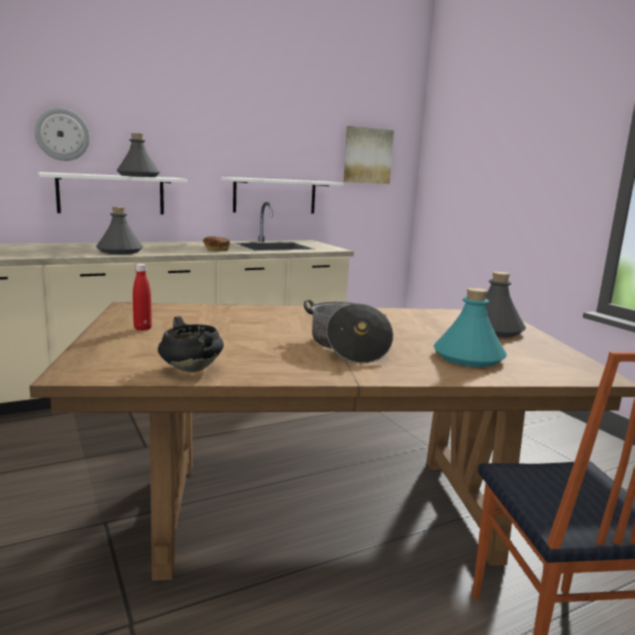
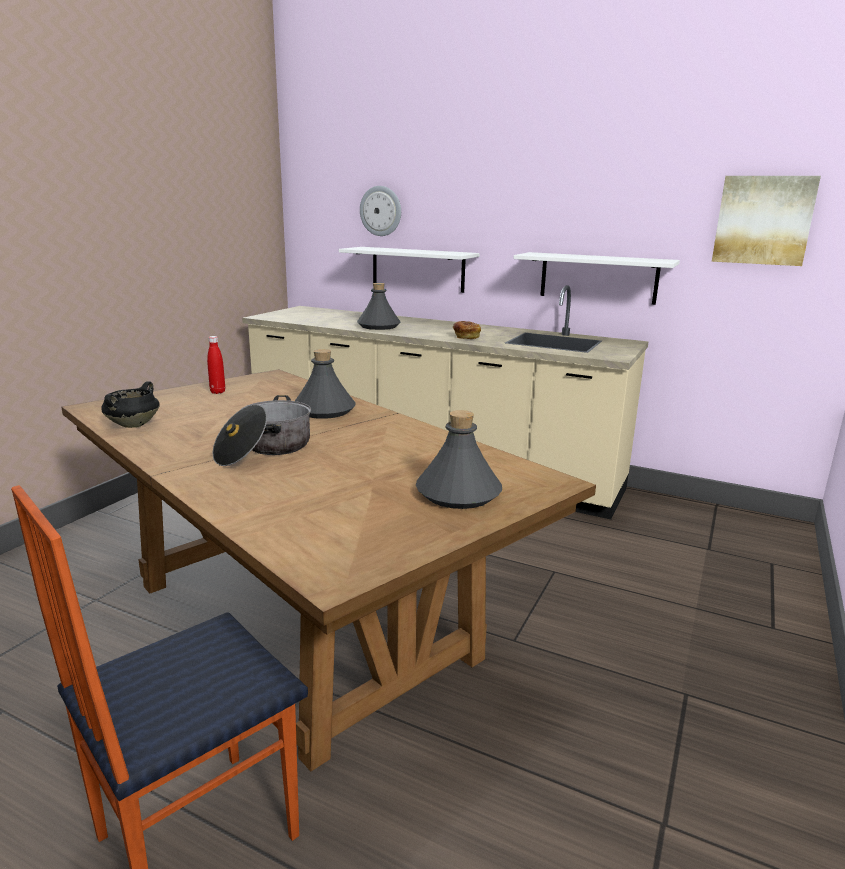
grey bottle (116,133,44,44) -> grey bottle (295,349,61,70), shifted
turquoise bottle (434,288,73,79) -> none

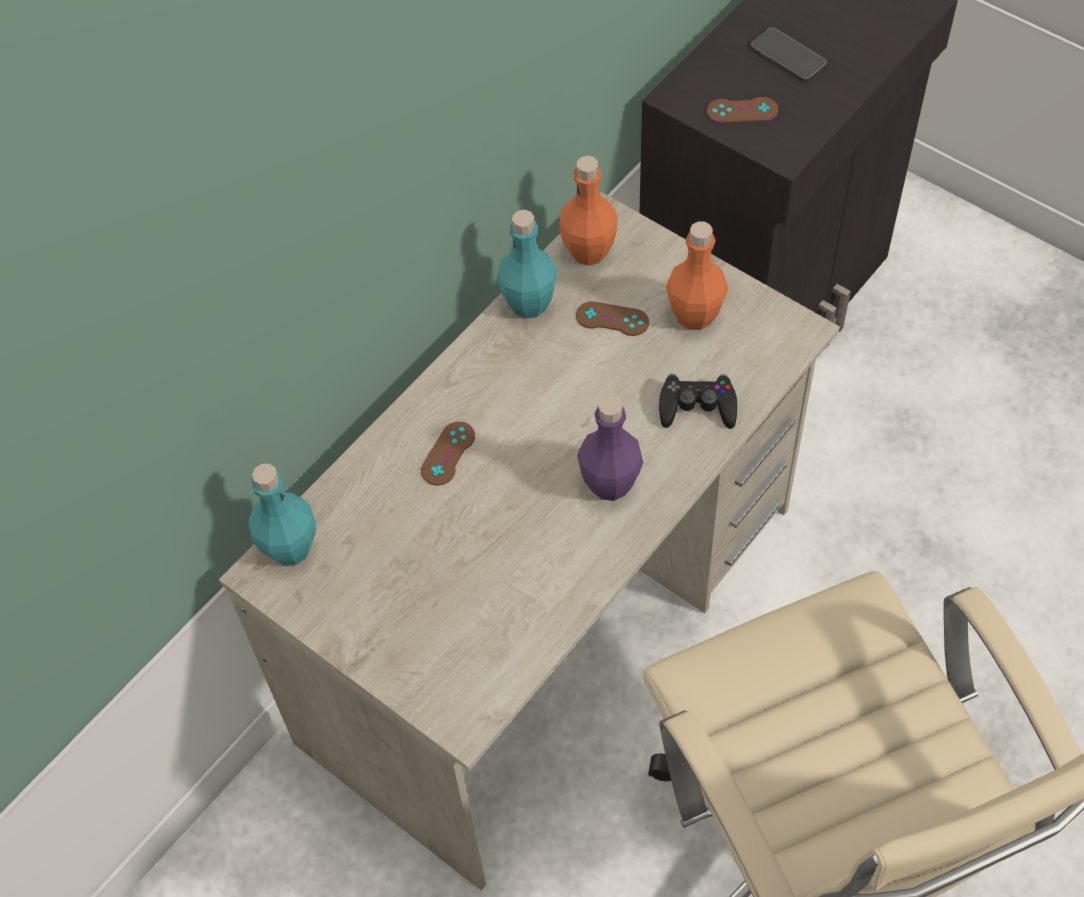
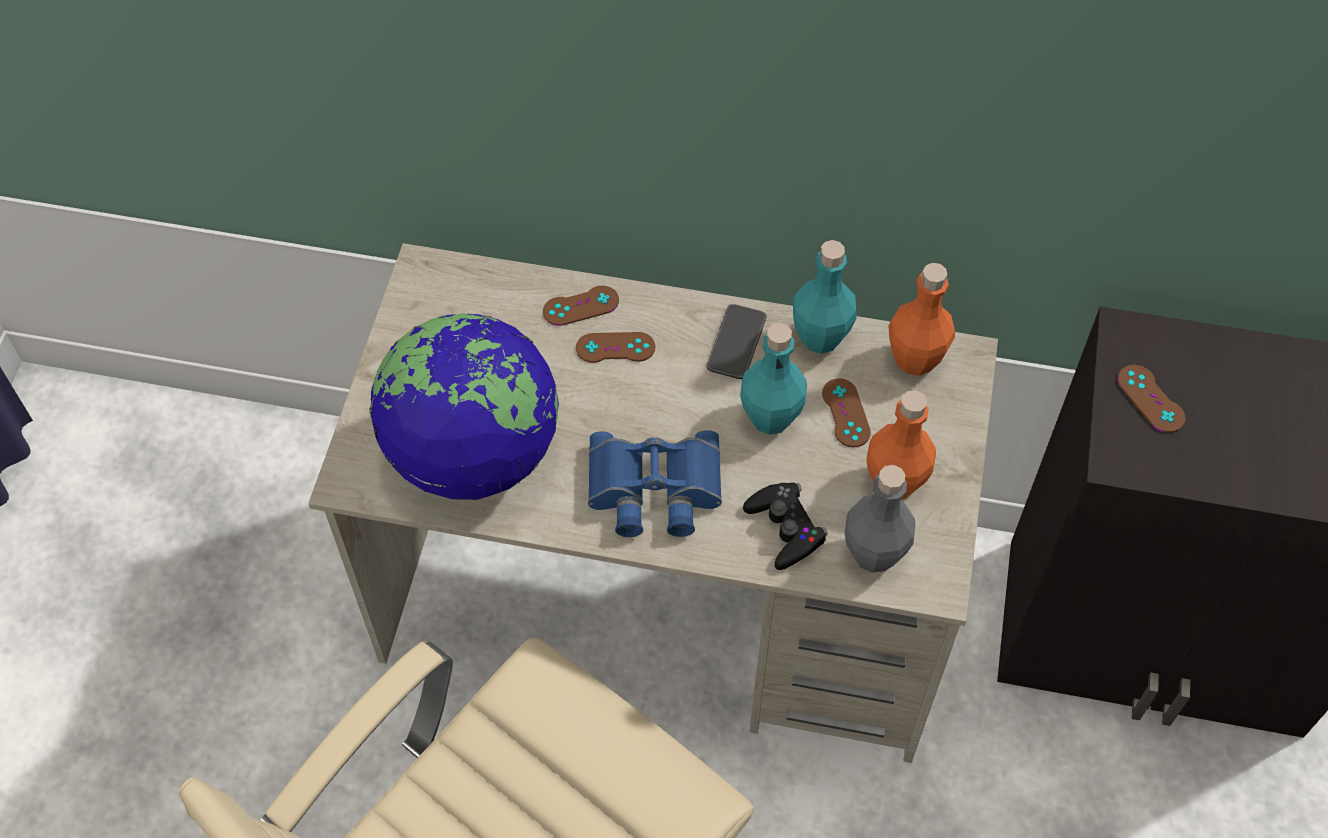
turquoise bottle (248,464,68,102) -> turquoise bottle (740,323,67,112), shifted
purple bottle (577,396,66,105) -> blue binoculars (588,430,134,107)
phone (750,27,77,54) -> phone (707,304,60,75), shifted
none -> globe (369,314,190,186)
none -> brown game controller (543,285,76,41)
none -> grey bottle (845,465,70,108)

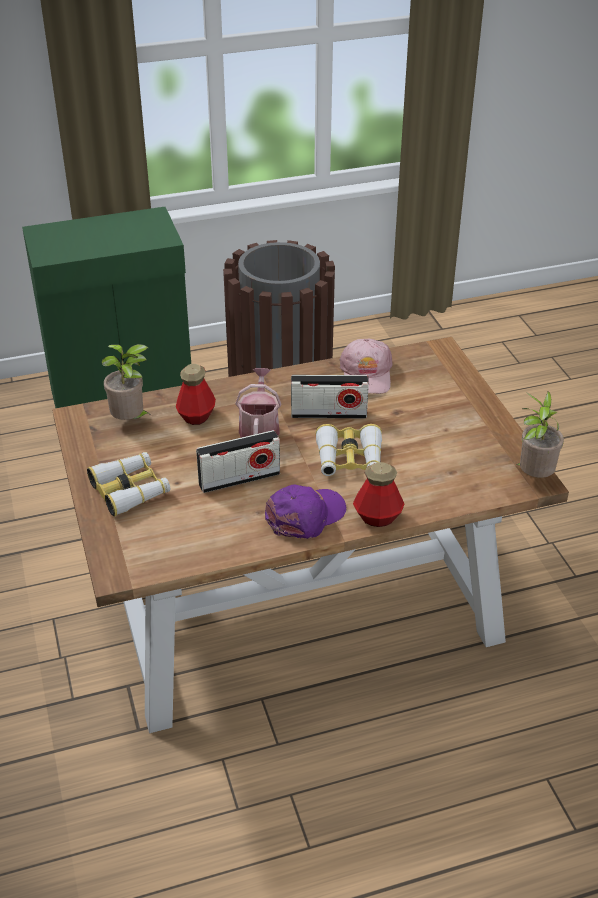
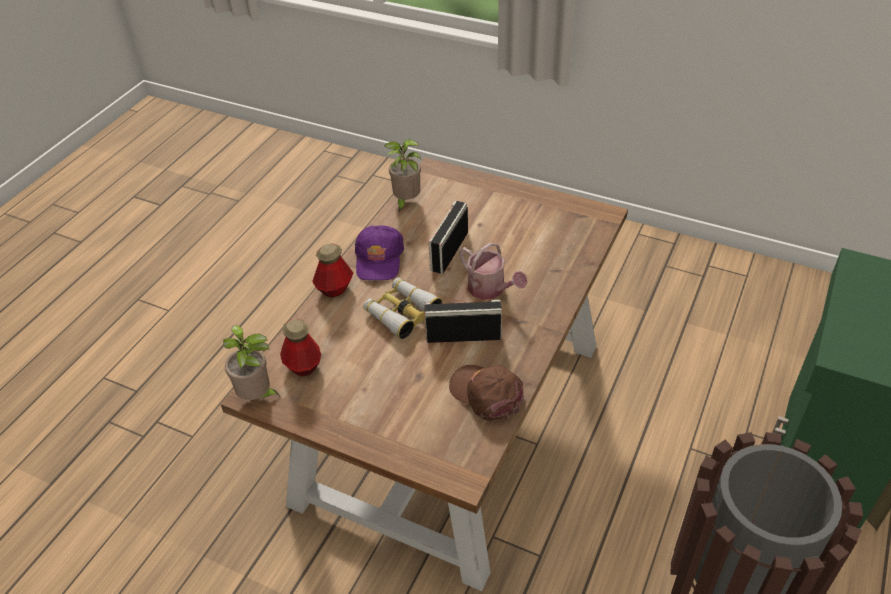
binoculars (87,452,84,65) -> none
potted plant (102,344,50,76) -> potted plant (384,139,37,74), shifted
bottle (176,364,40,61) -> bottle (280,318,41,58), shifted
radio (291,375,78,43) -> radio (424,300,78,43), 45 degrees clockwise
pink cap (339,339,54,55) -> brown cap (449,365,75,56)

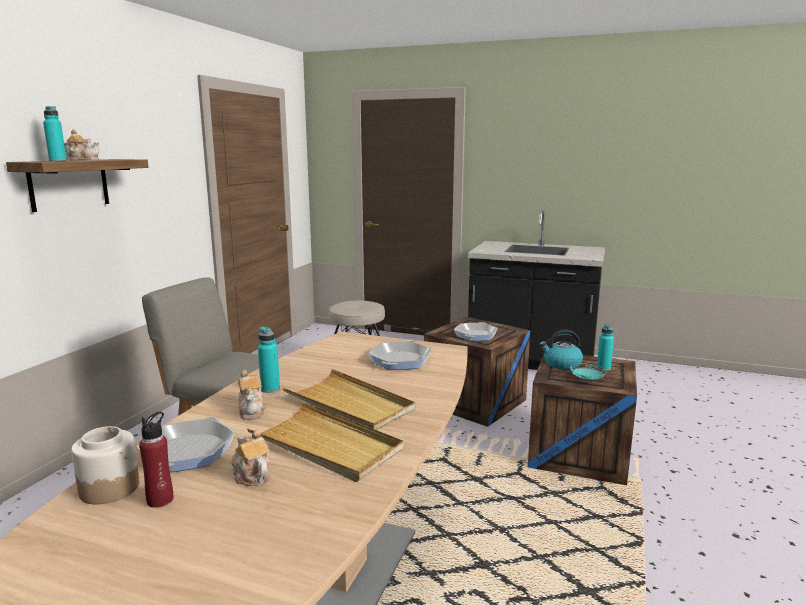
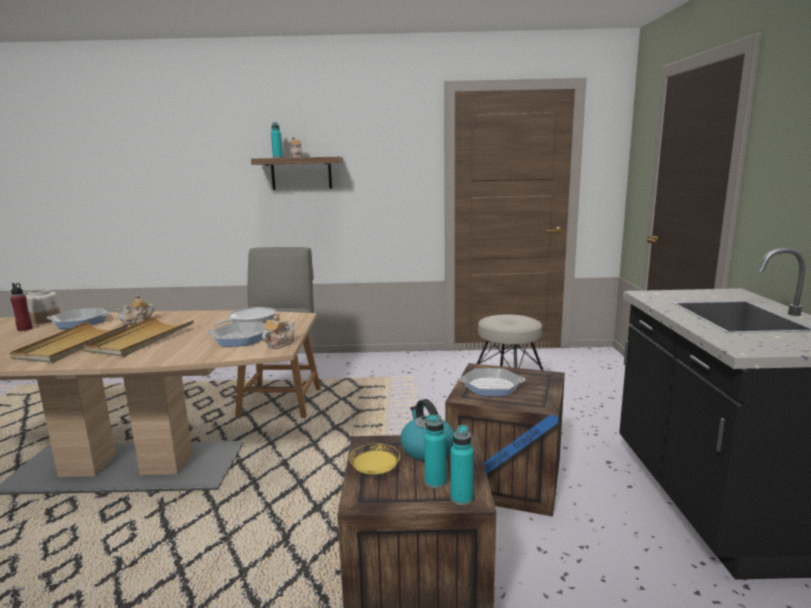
teapot (231,430,39,56) -> teapot (262,315,33,34), shifted
turquoise bottle (258,327,22,66) -> turquoise bottle (450,425,24,80), shifted
turquoise plate (570,363,37,18) -> yellow plate (349,443,51,31)
none -> frying pan (212,307,64,19)

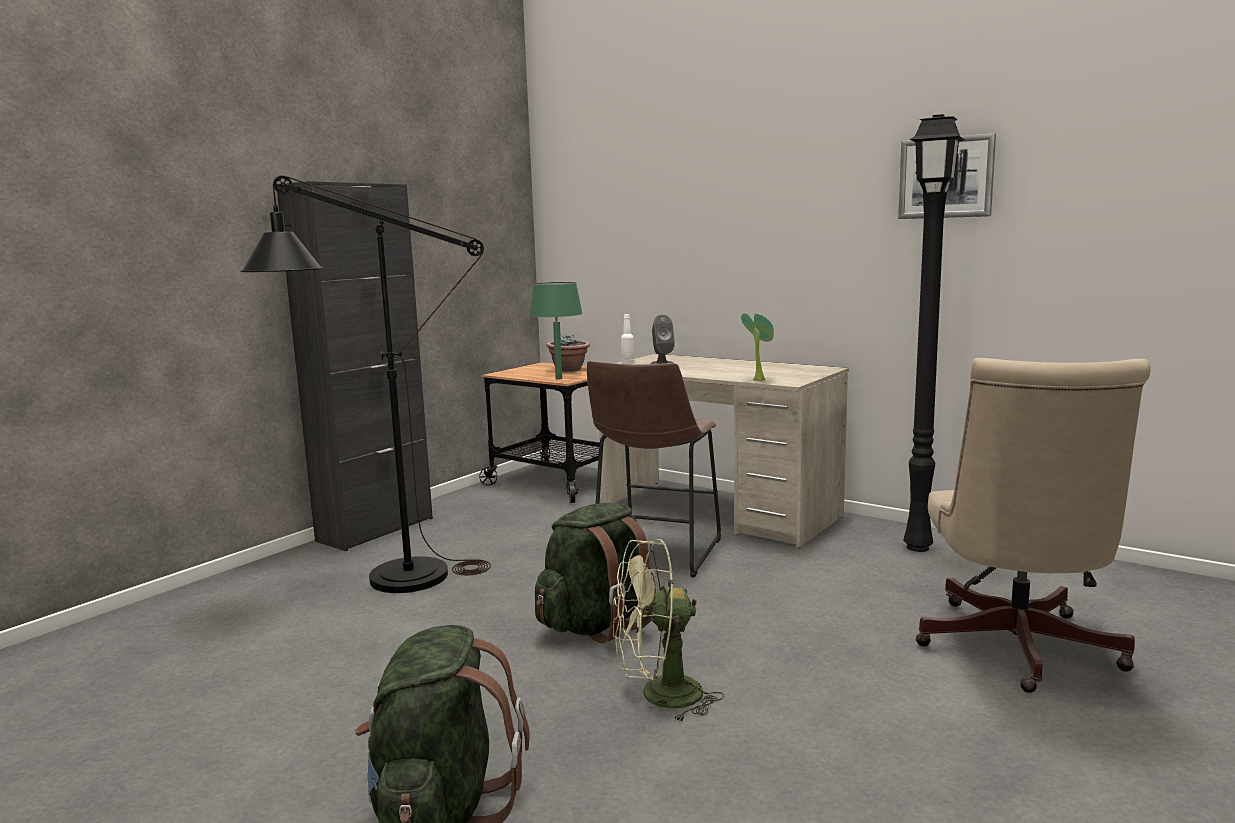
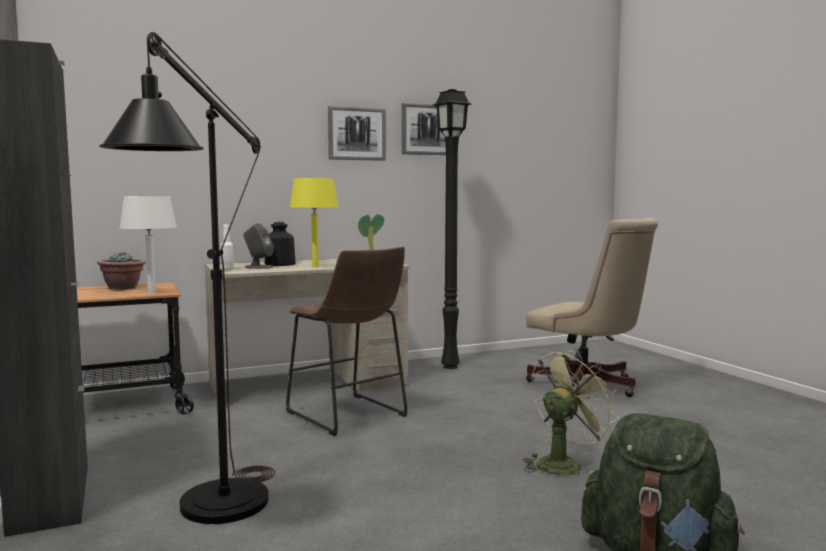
green table lamp (530,282,53,97) -> white table lamp (119,196,58,98)
green backpack (535,503,122,140) -> none
green fan (613,539,111,184) -> green fan (523,348,96,127), 150 degrees counterclockwise
none -> bottle (265,222,31,44)
none -> yellow table lamp (290,178,49,89)
none -> picture (328,106,58,55)

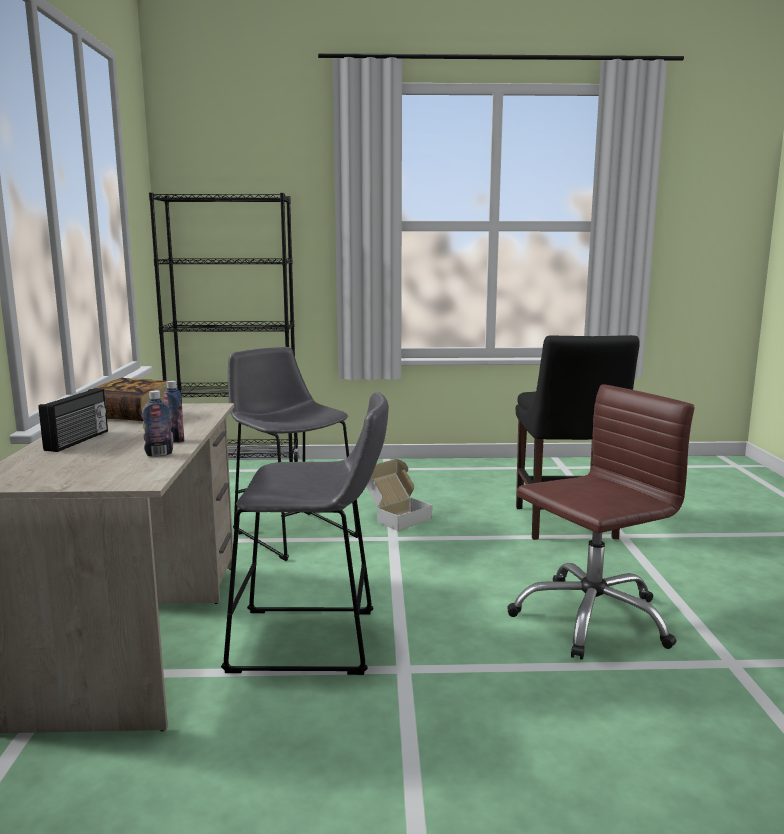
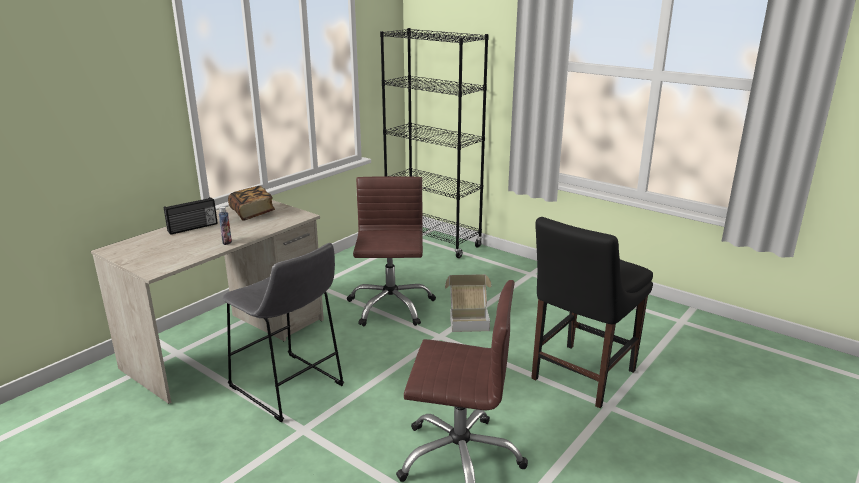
bottle (142,390,31,67) -> none
grey stool (228,347,130,214) -> brown office chair (347,176,89,150)

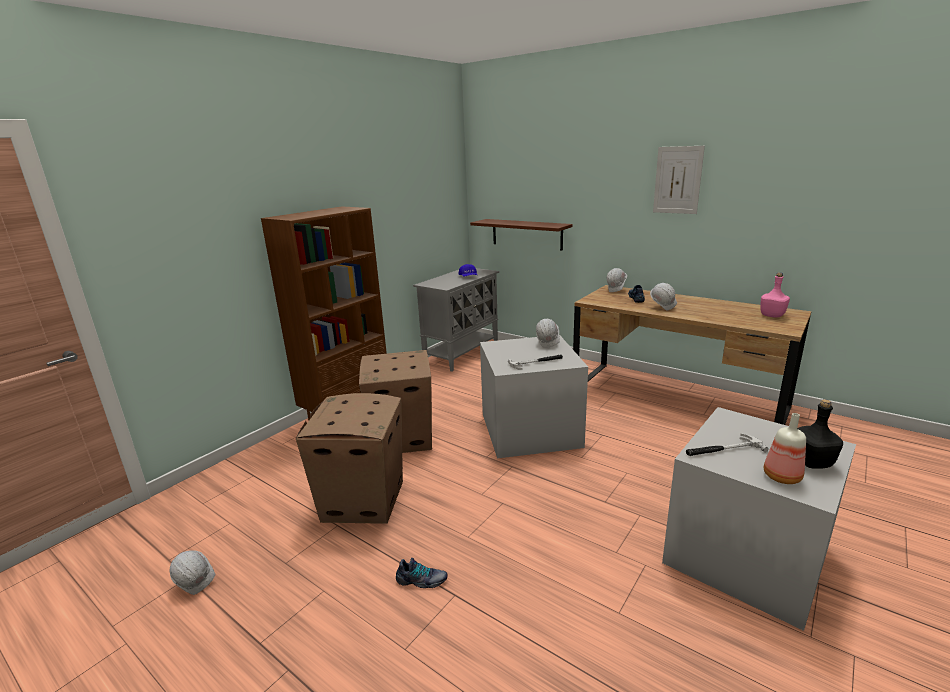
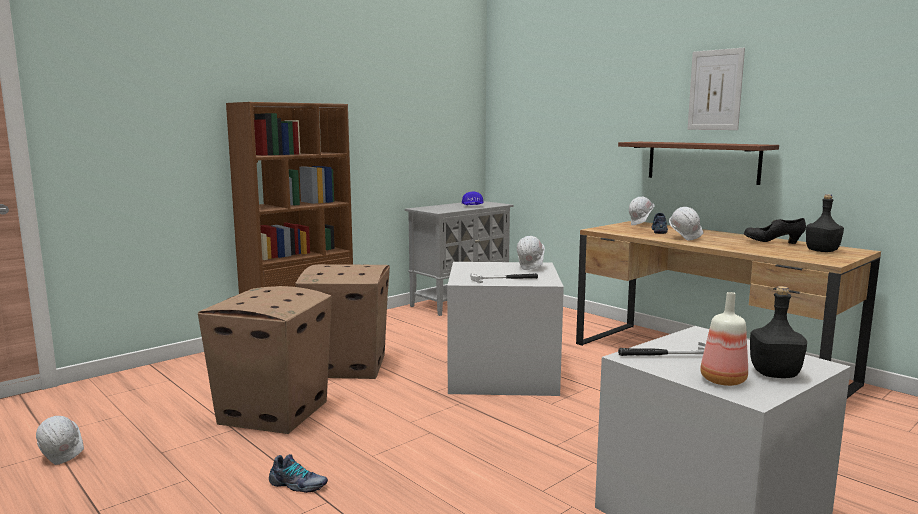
brown shelf (470,219,102,32) -> brown shelf (618,142,161,43), shifted
pink bottle (760,273,30,45) -> black bottle (806,194,38,58)
none -> black shoe (744,218,62,26)

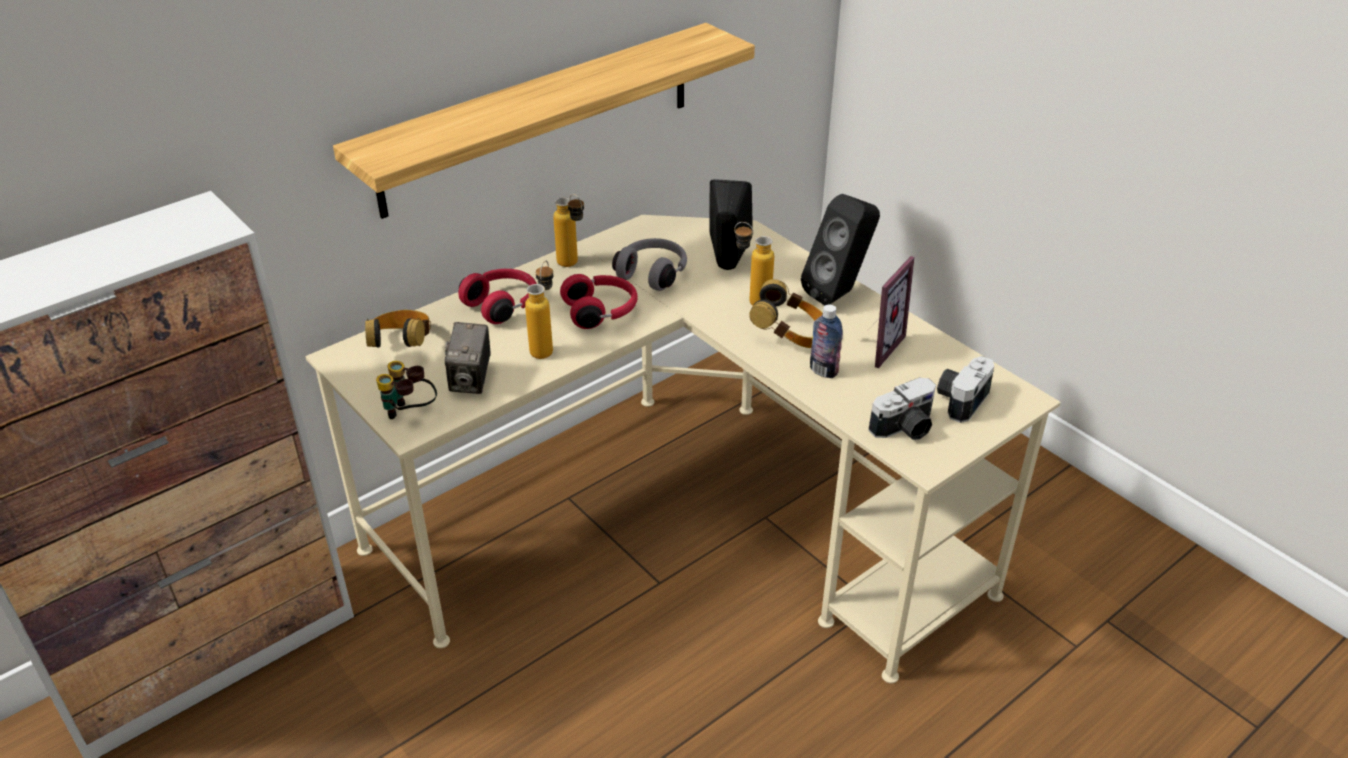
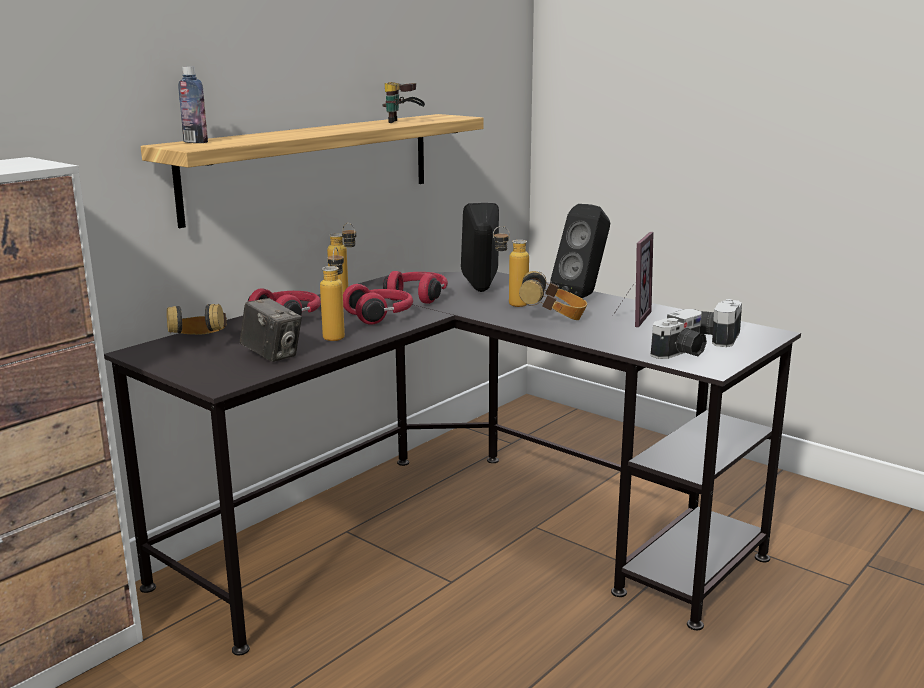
beige desk (305,215,756,468) -> black desk (104,272,697,383)
binoculars (376,361,61,58) -> binoculars (382,82,43,41), shifted
photo camera (445,322,46,72) -> photo camera (240,298,62,64), 45 degrees counterclockwise
grey headphones (612,238,75,53) -> red headphones (383,271,65,33)
bottle (810,305,33,73) -> bottle (178,66,30,77), shifted

